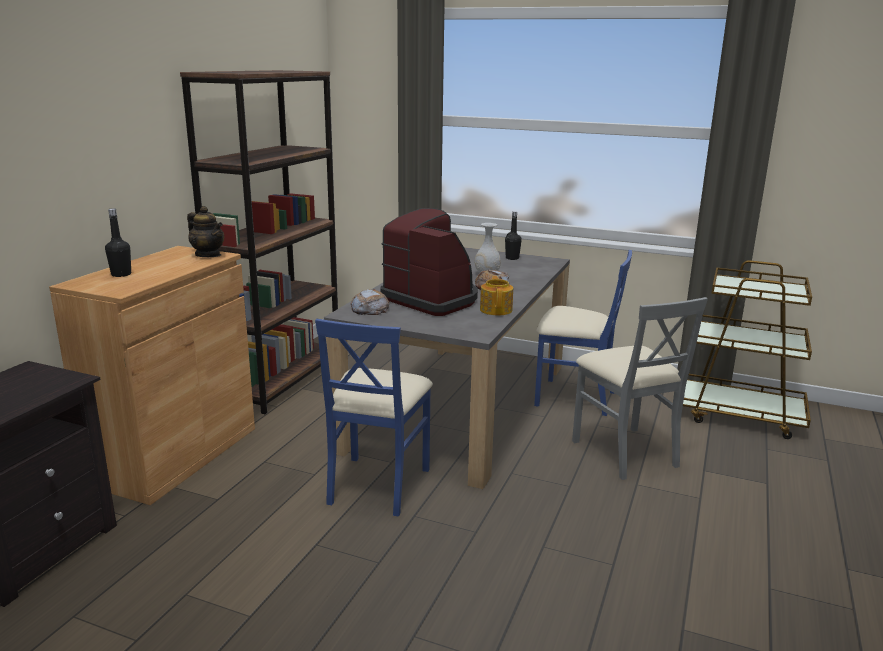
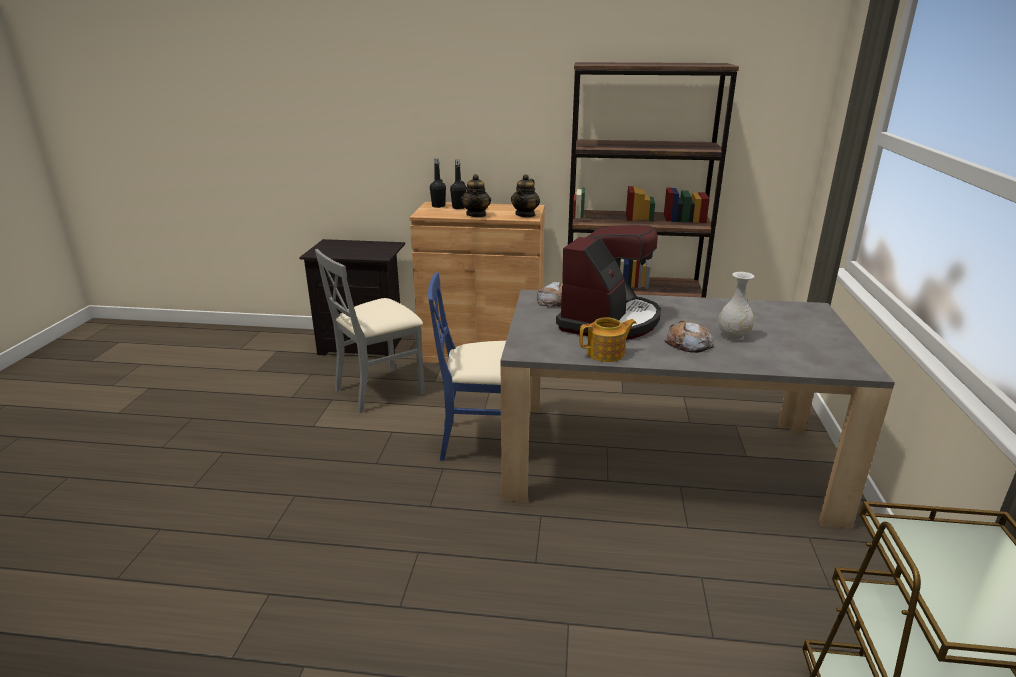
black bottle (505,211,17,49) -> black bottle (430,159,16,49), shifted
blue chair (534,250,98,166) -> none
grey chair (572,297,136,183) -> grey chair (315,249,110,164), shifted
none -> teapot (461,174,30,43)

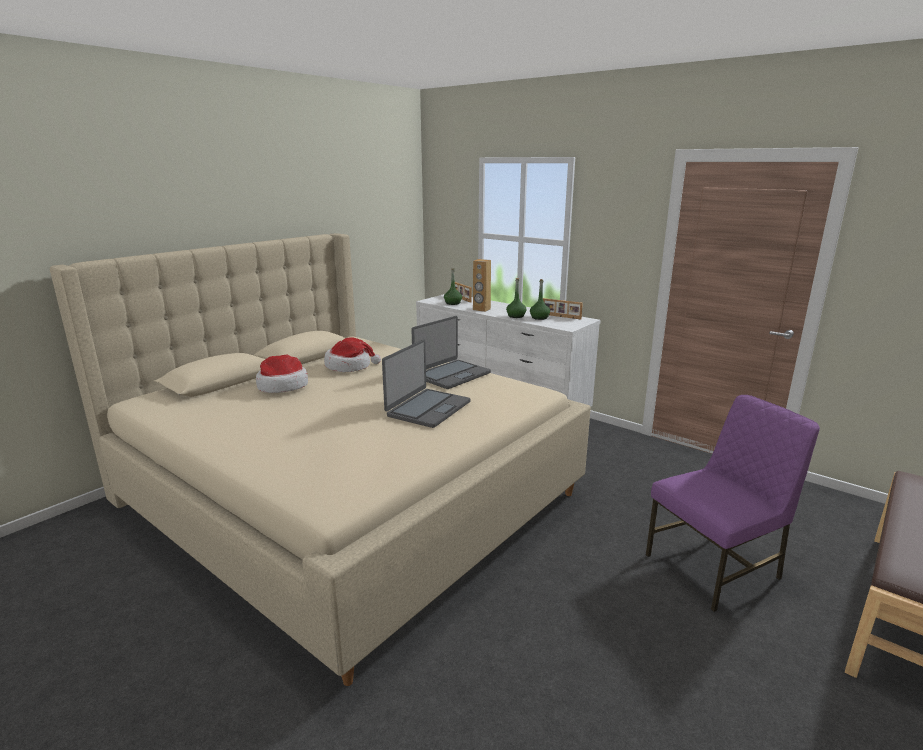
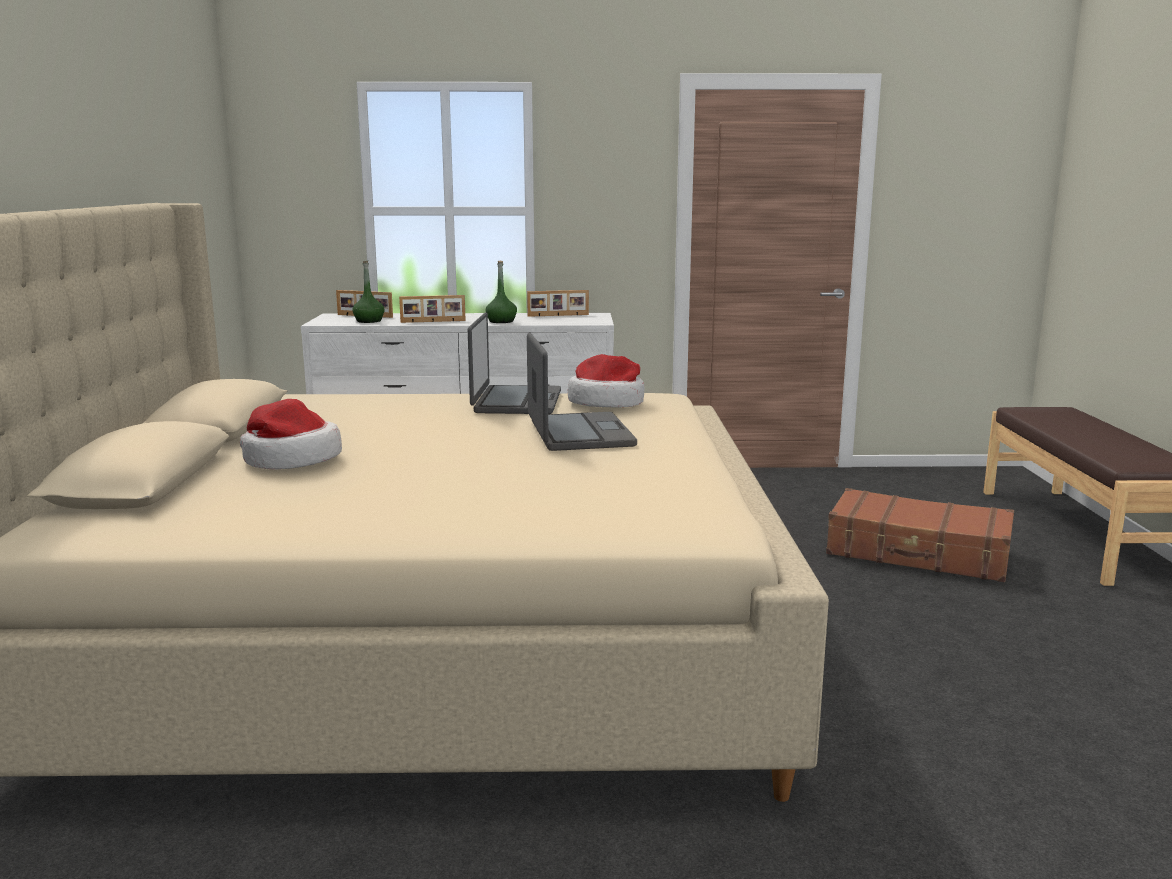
hat (324,337,57,35) -> hat (568,354,77,54), shifted
brown speaker (473,259,18,53) -> picture frame (399,295,67,28)
green bottle (530,279,20,41) -> none
purple chair (646,395,174,217) -> brown suitcase (826,488,188,94)

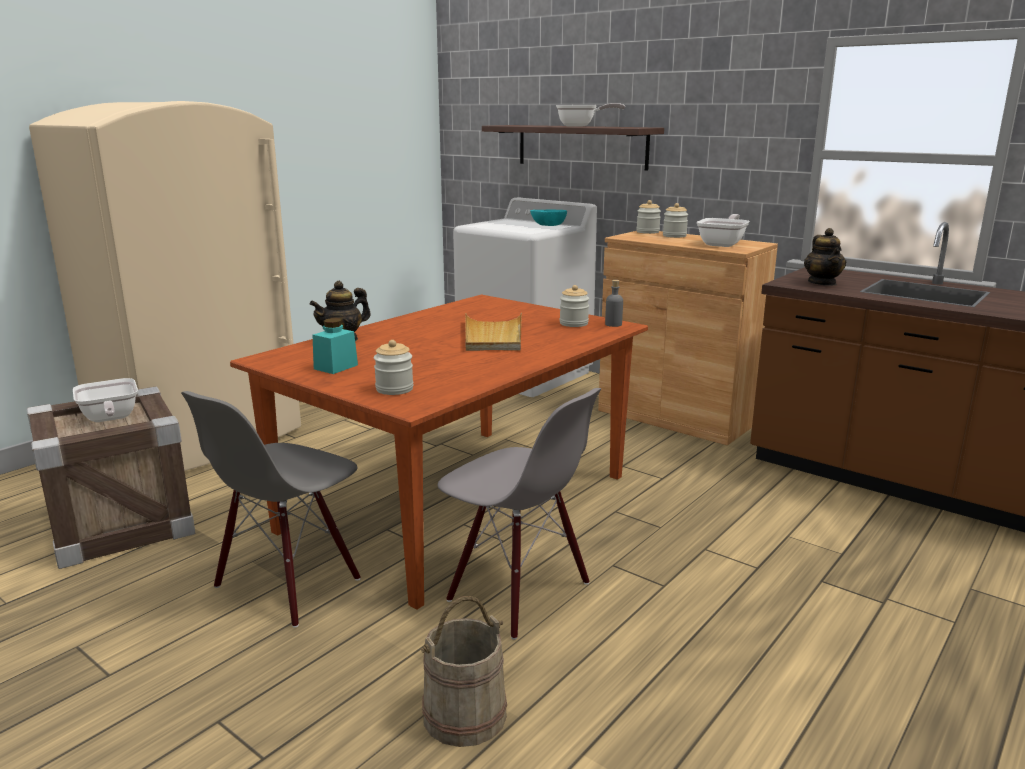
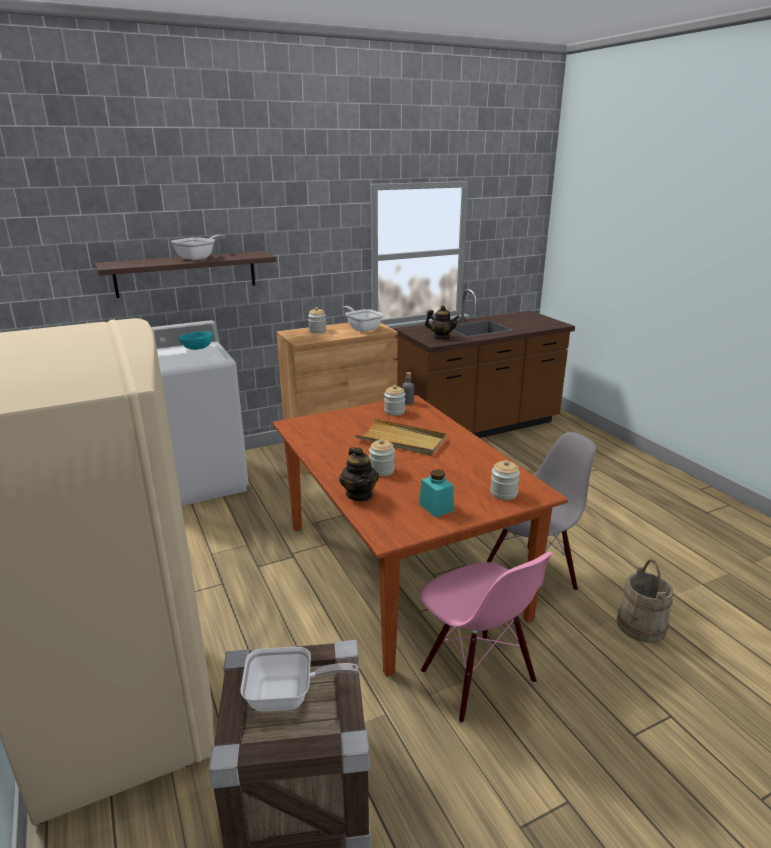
grey chair (181,391,180,237) -> pink chair (420,552,133,171)
jar (636,200,25,34) -> jar (369,439,26,37), shifted

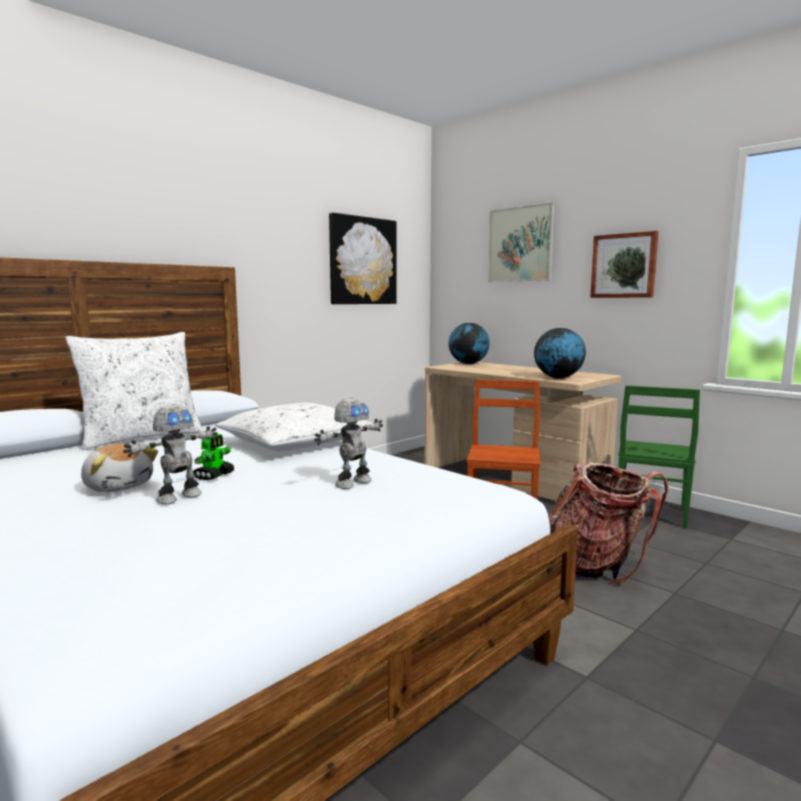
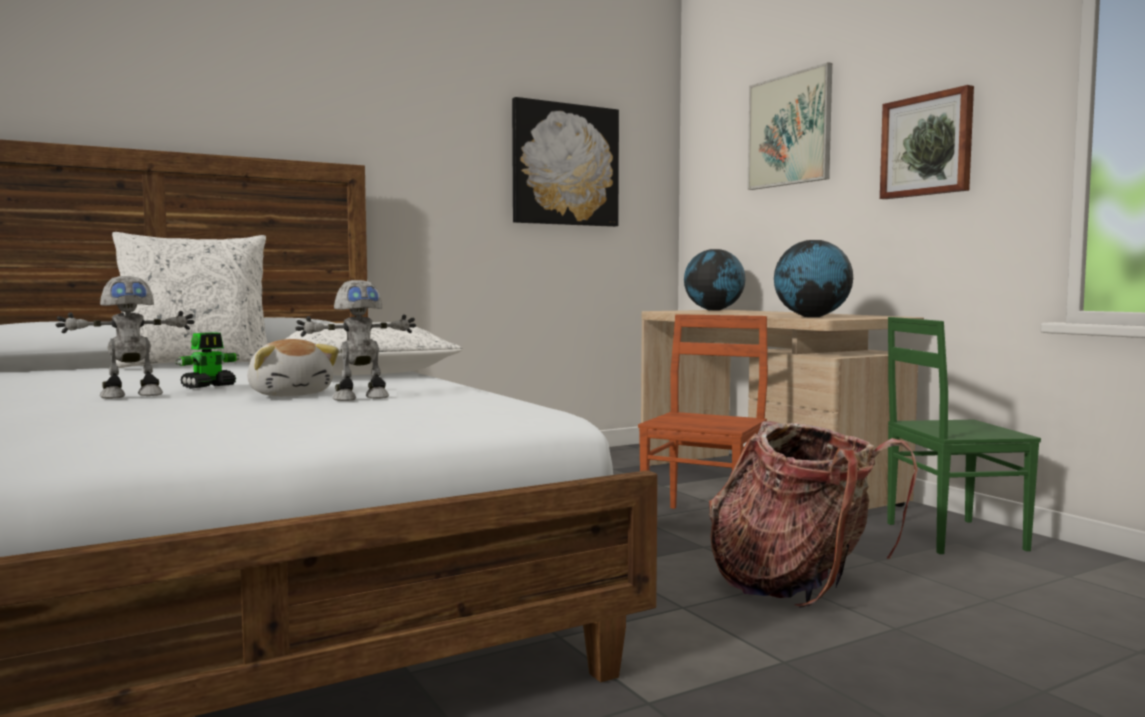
plush toy (81,444,77,48) -> plush toy (247,339,92,57), shifted
green chair (618,385,82,144) -> green chair (887,317,154,237), 45 degrees clockwise

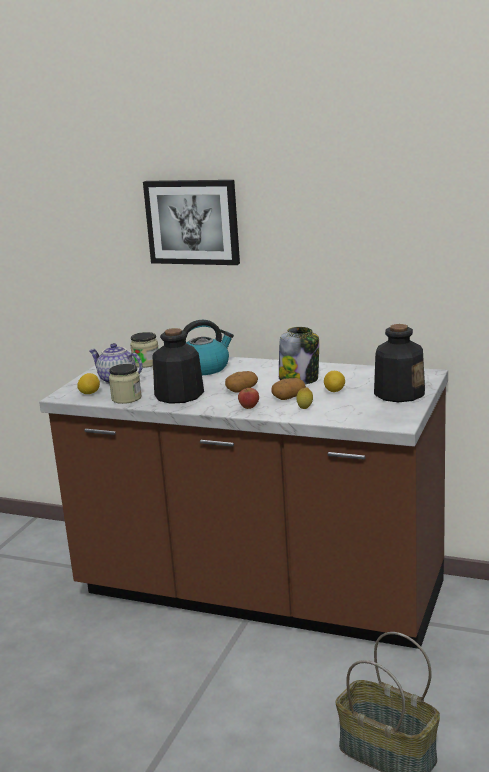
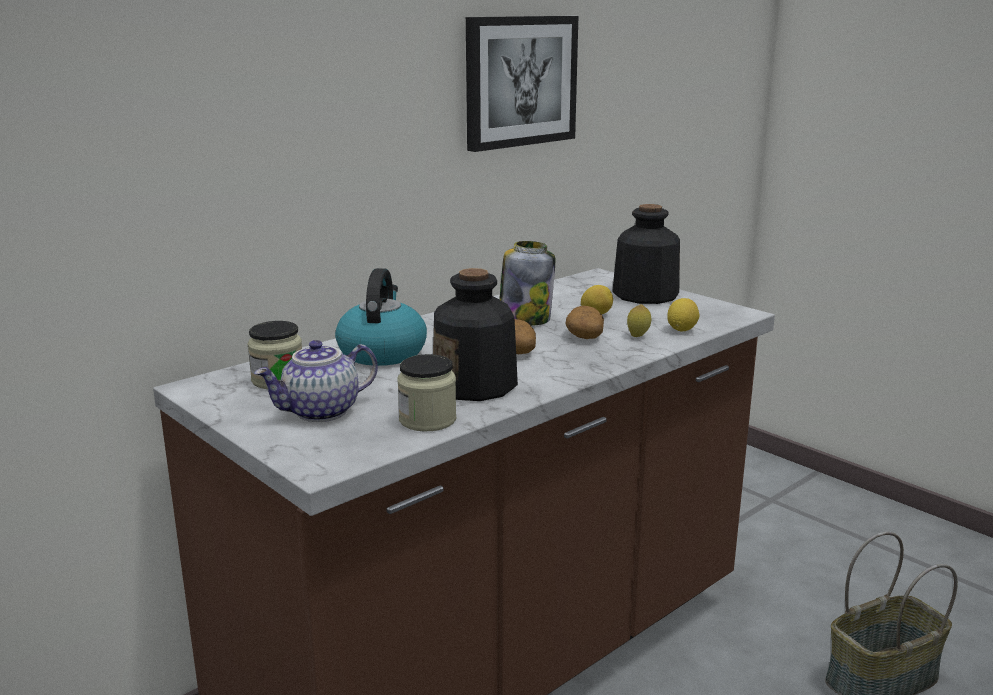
lemon (77,373,23,21) -> lemon (667,298,33,33), shifted
picture (143,180,97,85) -> picture (466,16,112,136), shifted
apple (238,387,21,22) -> none

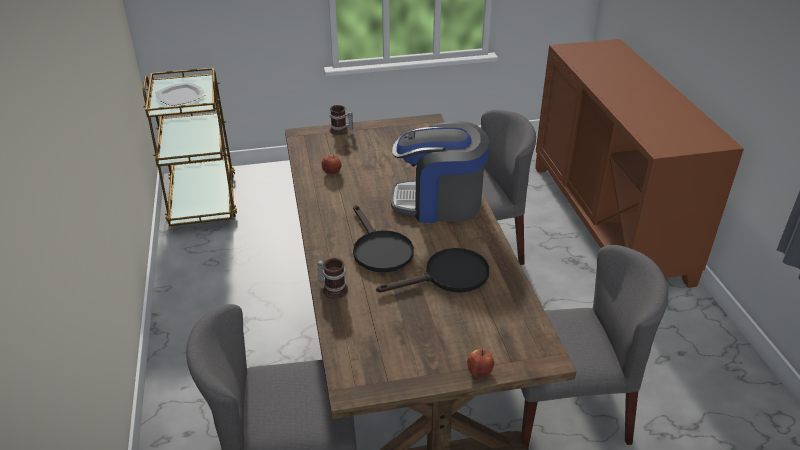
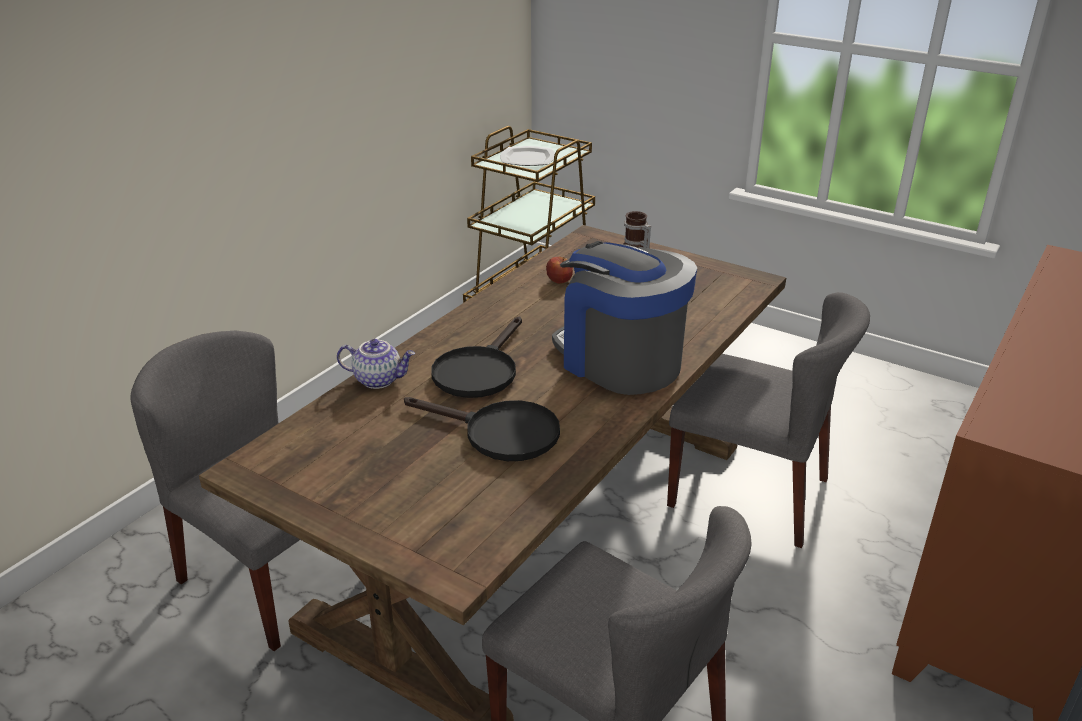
mug (317,258,31,41) -> teapot (337,339,78,50)
apple (467,349,27,28) -> none

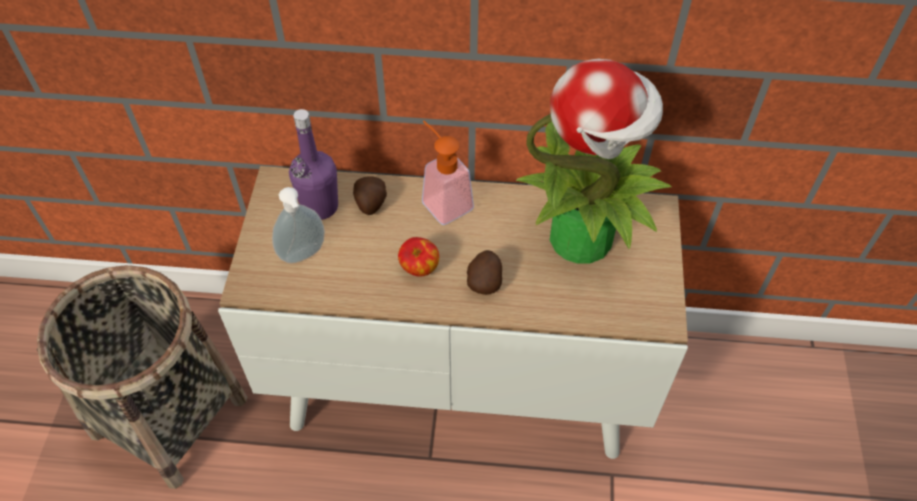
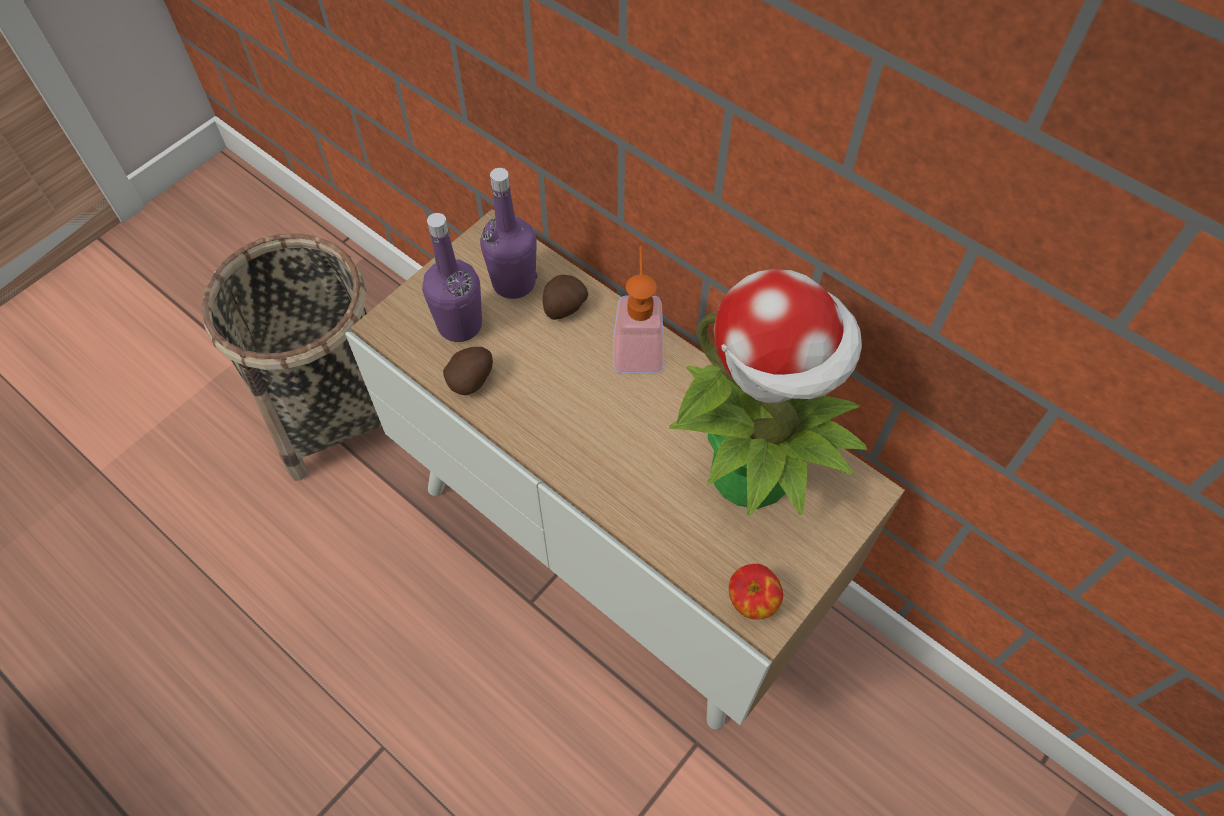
soap dispenser (272,187,53,76) -> purple bottle (422,213,60,129)
apple (398,237,41,40) -> apple (729,564,54,56), shifted
potato (467,250,35,45) -> potato (443,347,50,48), shifted

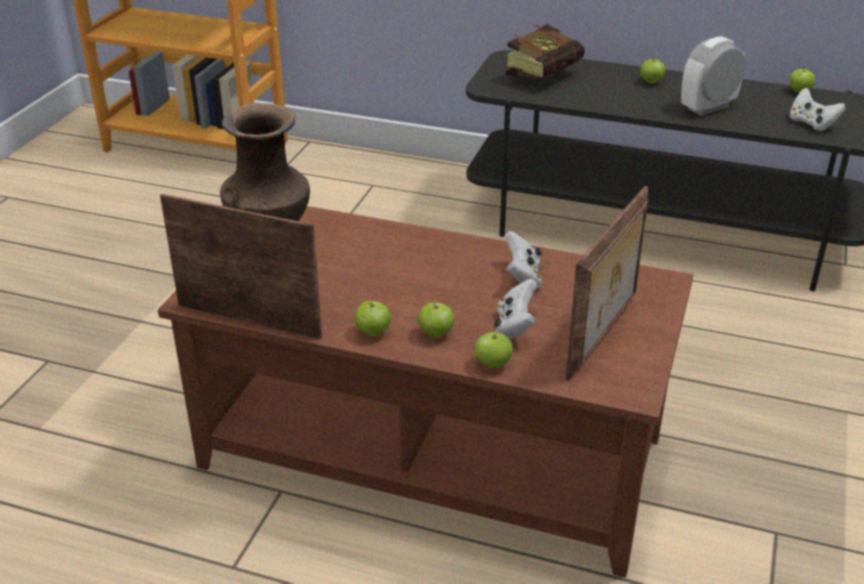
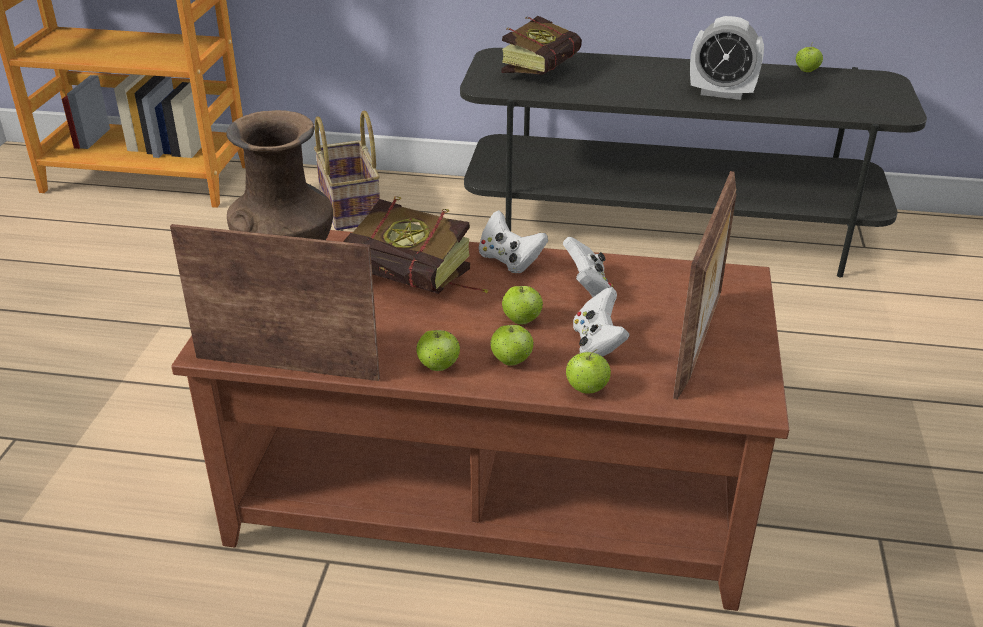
apple (640,59,25,24) -> apple (502,286,41,38), shifted
alarm clock (681,36,65,80) -> alarm clock (690,16,74,84), 120 degrees counterclockwise
white game controller (789,88,56,43) -> white game controller (479,210,69,63), shifted
none -> basket (314,110,66,120)
none -> book (343,196,146,98)

